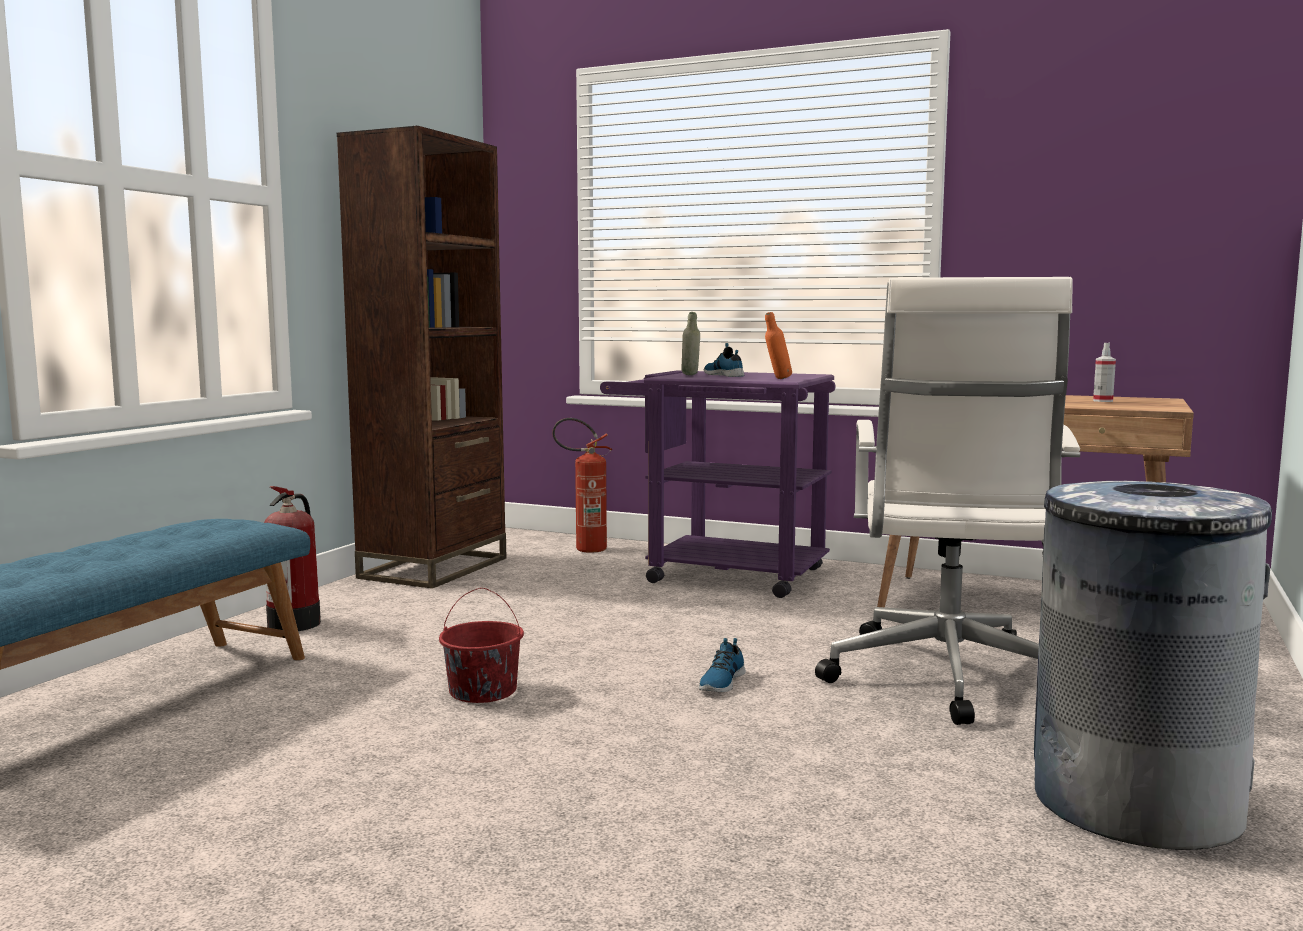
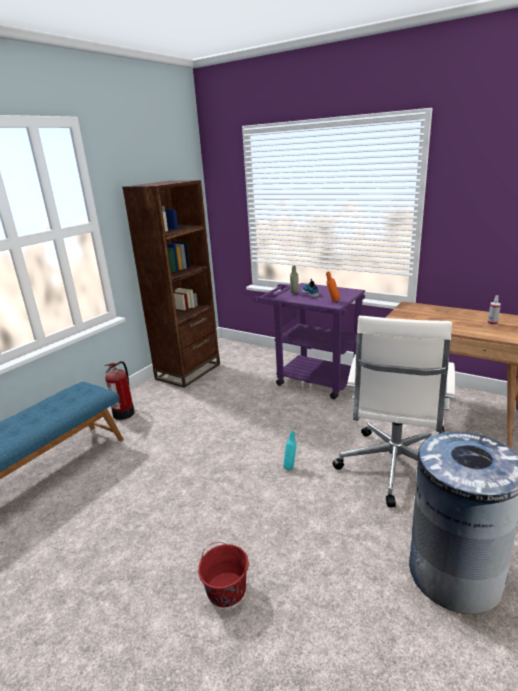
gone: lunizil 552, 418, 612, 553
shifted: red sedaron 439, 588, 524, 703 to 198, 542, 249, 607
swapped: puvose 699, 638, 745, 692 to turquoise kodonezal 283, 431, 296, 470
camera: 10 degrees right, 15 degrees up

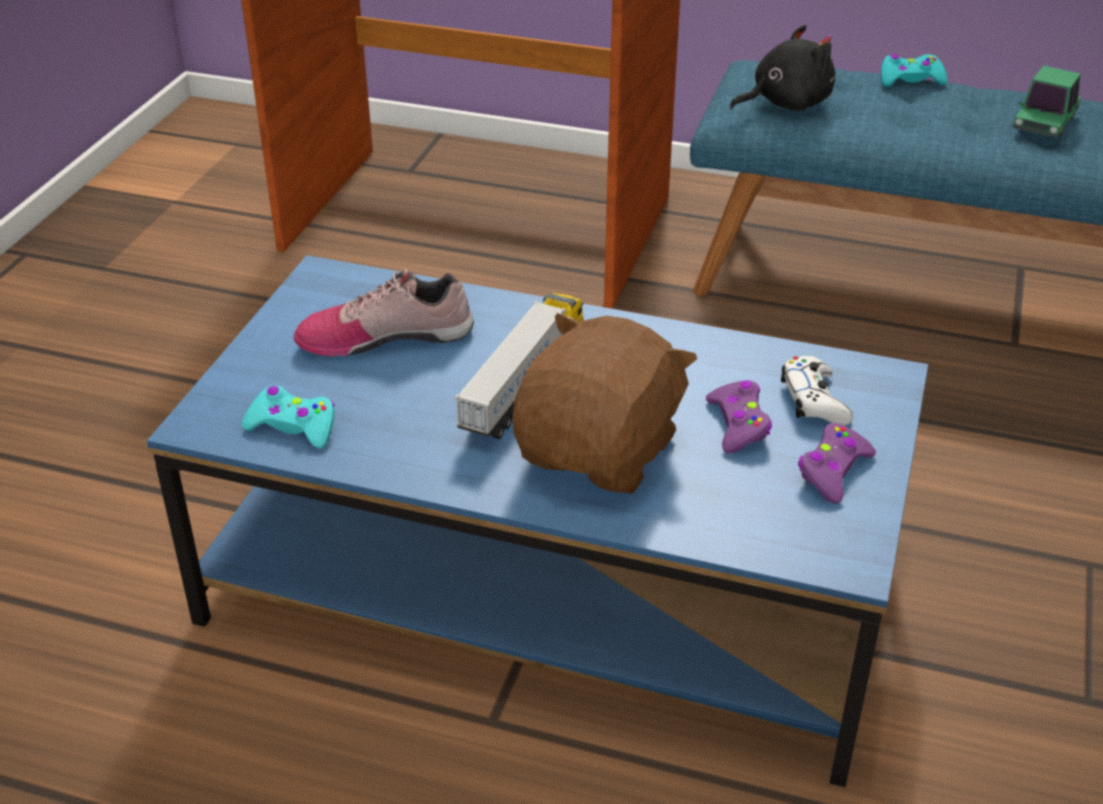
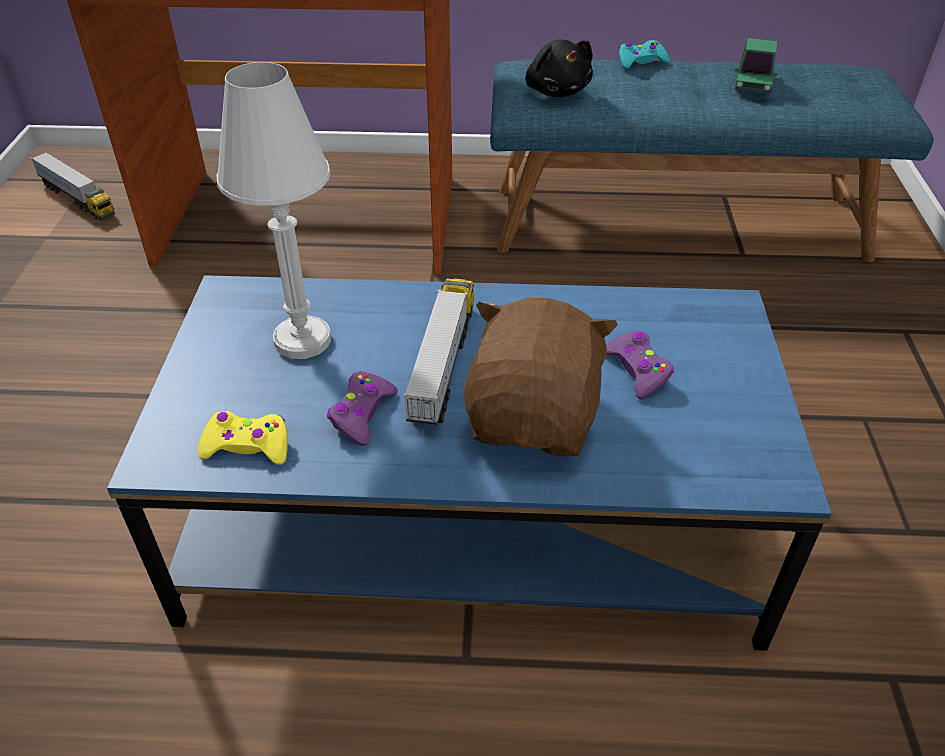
gone: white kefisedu 781, 356, 853, 425
new: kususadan 31, 152, 115, 220
shifted: purple kefisedu 798, 423, 876, 504 to 327, 371, 398, 446
swapped: puvose 294, 269, 474, 357 to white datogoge 217, 62, 331, 359
repainted: turquoise kefisedu 242, 386, 335, 449 to yellow kefisedu 198, 411, 288, 465
rotated: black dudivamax 729, 25, 835, 111 = 525, 39, 593, 97 105 degrees clockwise
camera: 15 degrees left, 5 degrees up

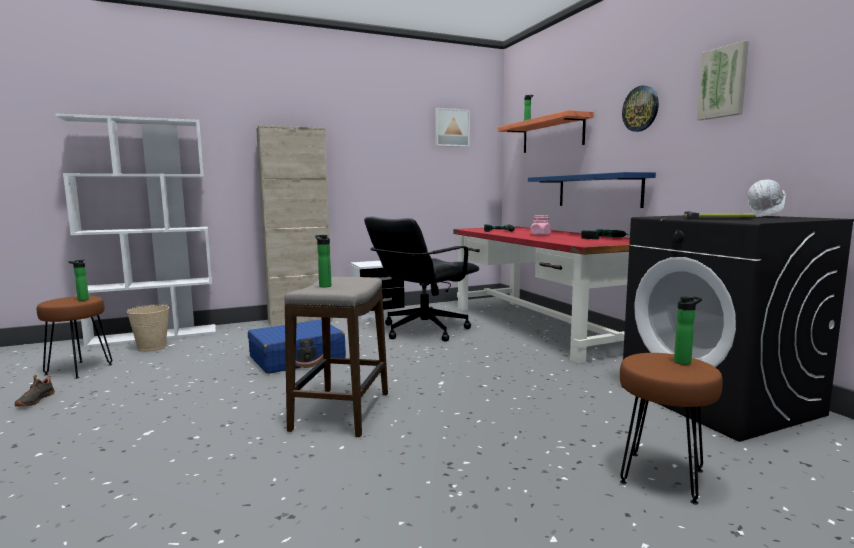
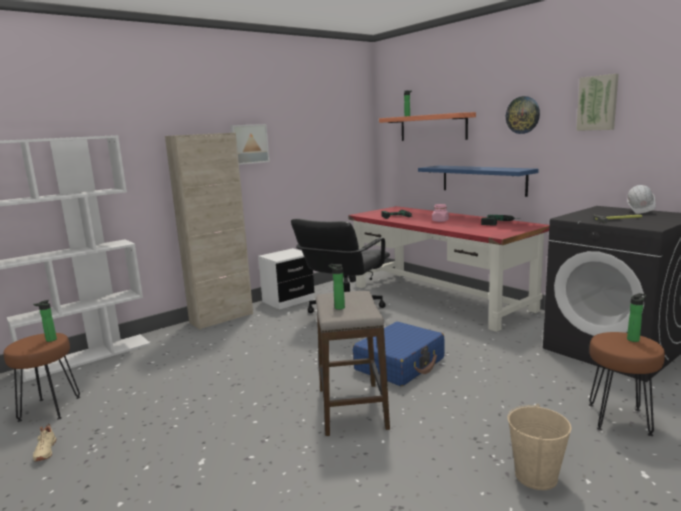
shifted: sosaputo 435, 108, 470, 147 to 230, 124, 270, 165; beige sedaron 127, 304, 169, 352 to 507, 404, 571, 490; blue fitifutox 248, 320, 346, 374 to 353, 322, 445, 386
repainted: black puvose 15, 375, 55, 407 to beige puvose 33, 424, 56, 461
camera: 15 degrees left, 5 degrees up

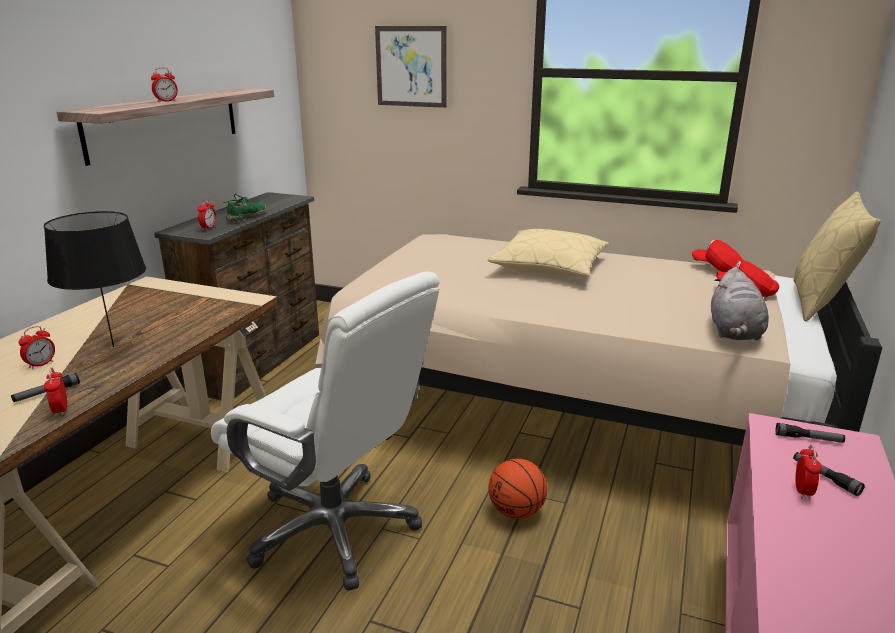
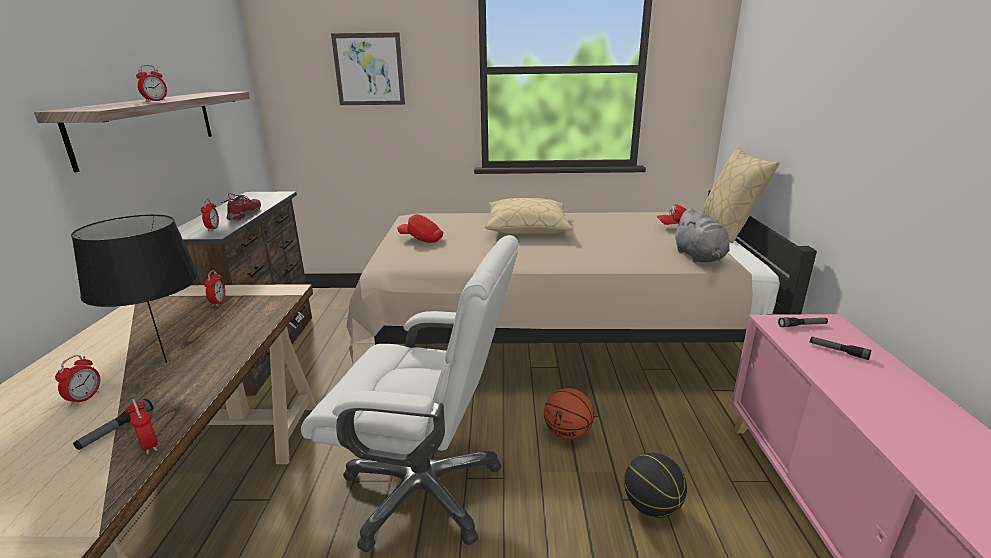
new: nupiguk 624, 453, 687, 518
shifted: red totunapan 692, 240, 743, 272 to 397, 214, 443, 243; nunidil 796, 445, 822, 500 to 204, 270, 225, 307
repainted: green puvose 224, 194, 266, 223 to red puvose 221, 193, 261, 221
camera: 20 degrees left, 0 degrees up

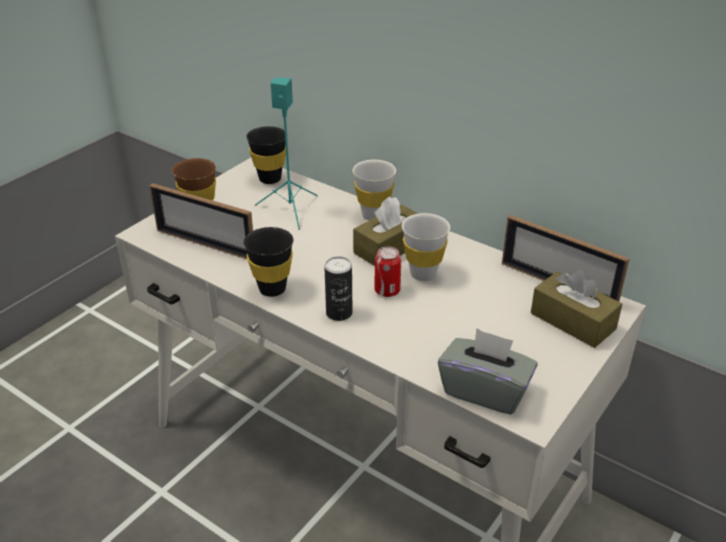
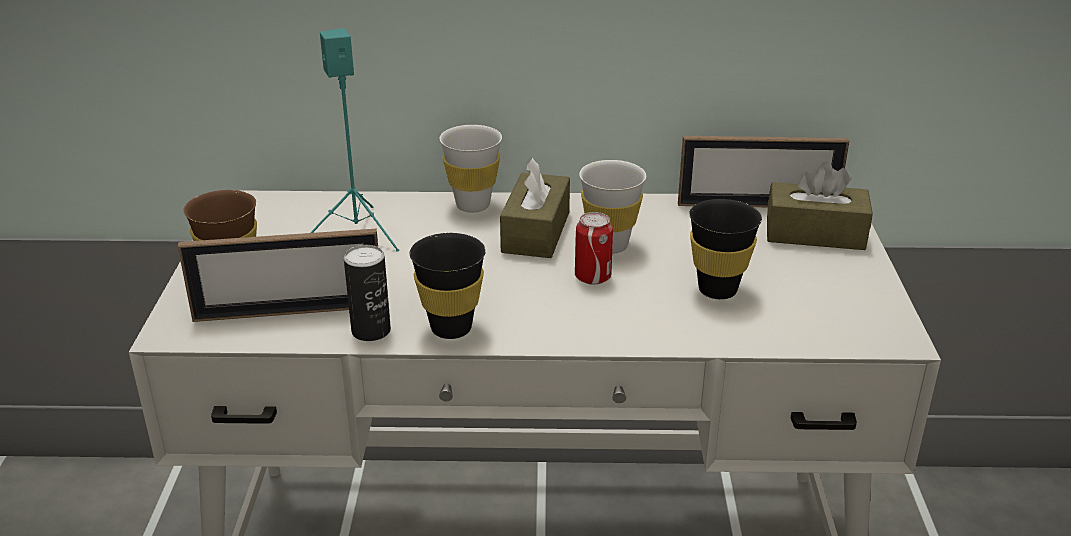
gone: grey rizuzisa 438, 328, 538, 415
shifted: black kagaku 246, 126, 286, 184 to 689, 199, 762, 299; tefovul 324, 256, 352, 321 to 344, 245, 391, 341
camera: 35 degrees left, 5 degrees down

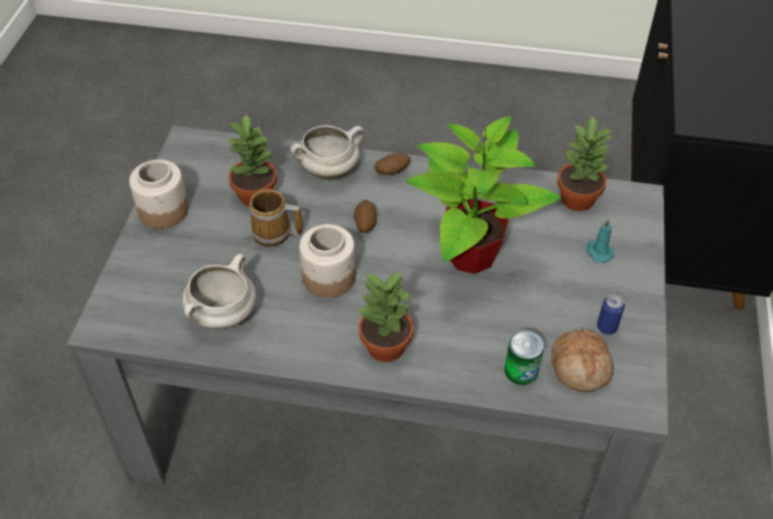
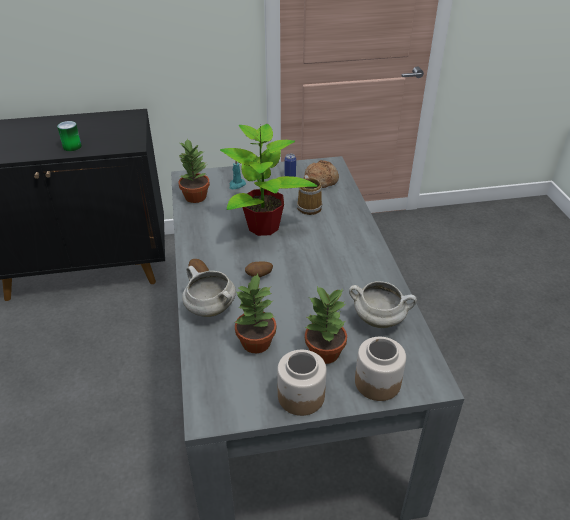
shifted: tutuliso 249, 189, 303, 247 to 297, 175, 322, 215; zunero 299, 224, 356, 298 to 355, 337, 406, 401; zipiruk 358, 272, 414, 362 to 305, 286, 347, 364; tefovul 504, 330, 544, 385 to 57, 121, 82, 151
camera: 110 degrees left, 10 degrees down

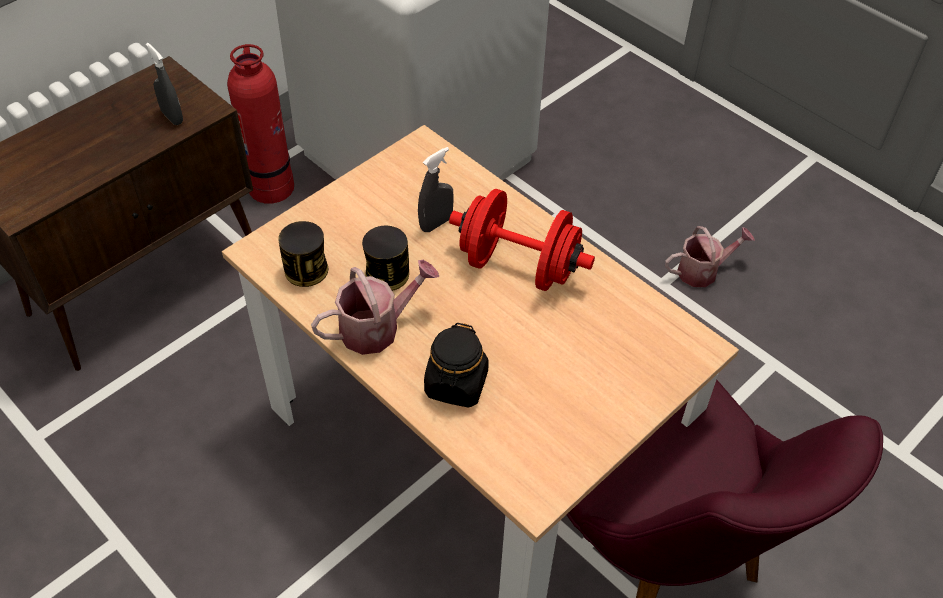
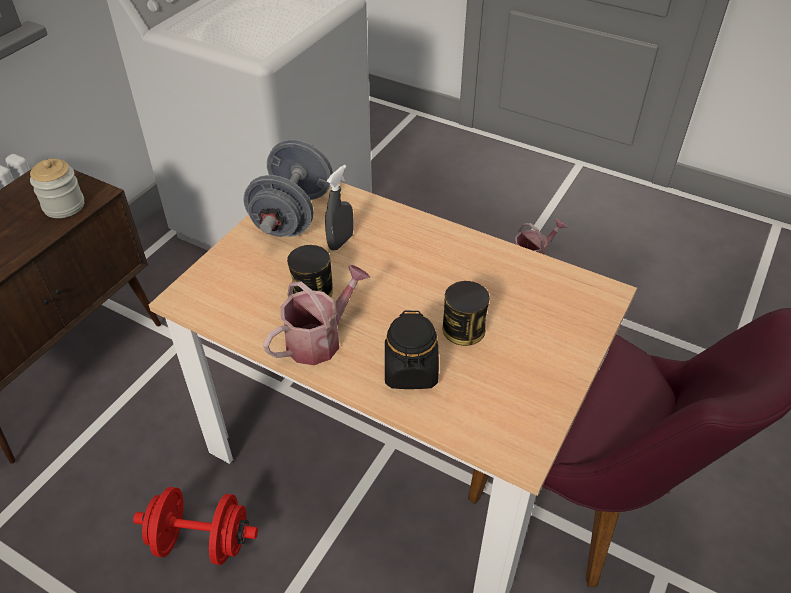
gone: lunizil 227, 44, 294, 204
new: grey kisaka 243, 140, 333, 237
shifted: red kisaka 449, 189, 595, 291 to 133, 487, 258, 565; tefovul 278, 221, 328, 287 to 443, 281, 490, 346
swapped: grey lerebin 146, 43, 183, 125 to zunero 30, 159, 84, 218
camera: 15 degrees left, 5 degrees down

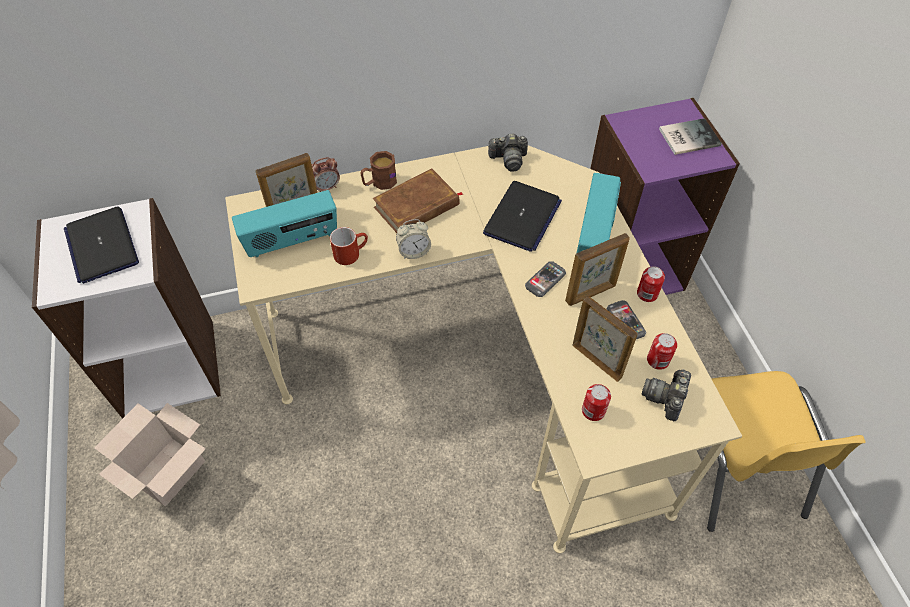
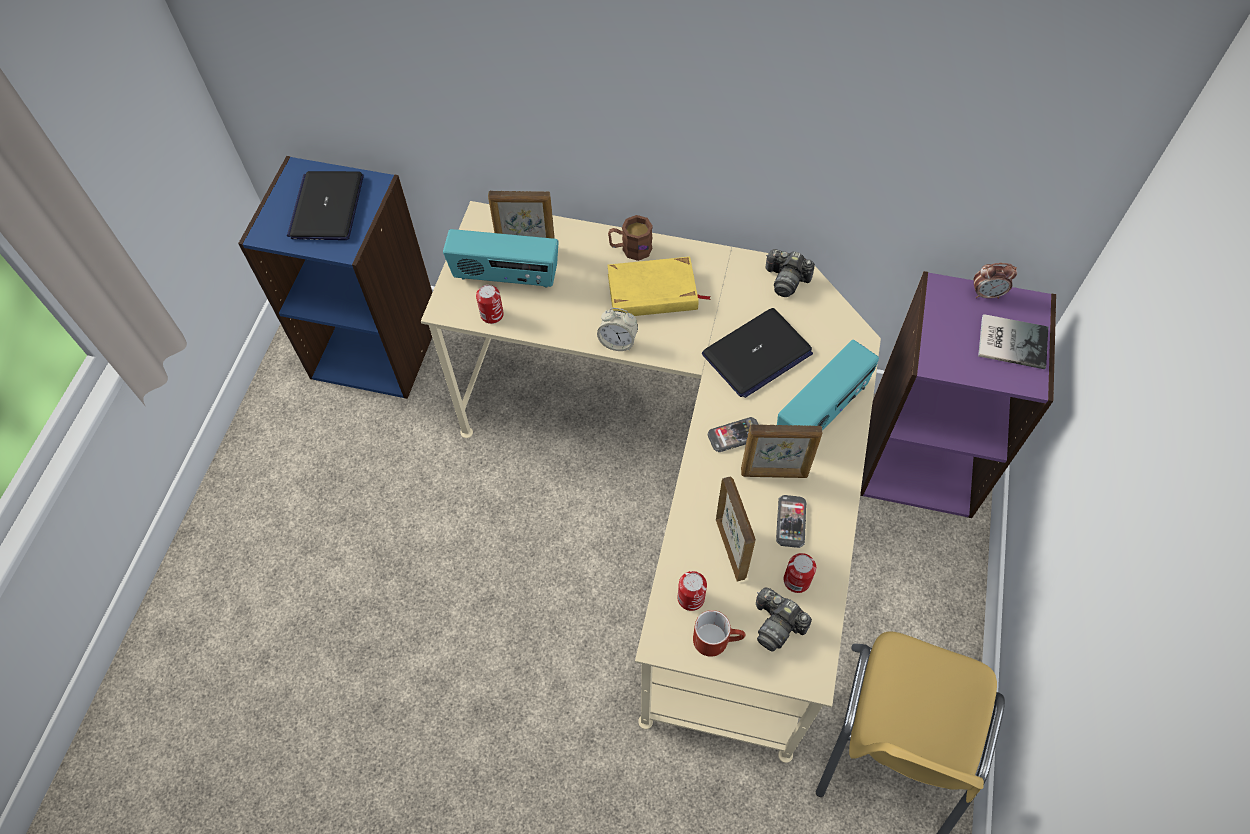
gone: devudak 94, 403, 206, 506
shifted: nunidil 312, 157, 340, 192 to 974, 263, 1017, 299; red tutuliso 330, 227, 368, 265 to 693, 610, 745, 657; tefovul 637, 266, 665, 302 to 476, 285, 504, 324
repainted: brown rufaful 373, 169, 463, 233 to yellow rufaful 607, 257, 711, 316; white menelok 32, 198, 221, 419 to blue menelok 238, 156, 432, 399
rotated: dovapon 642, 369, 691, 421 = 756, 588, 812, 652 105 degrees counterclockwise
camera: 30 degrees right, 5 degrees up

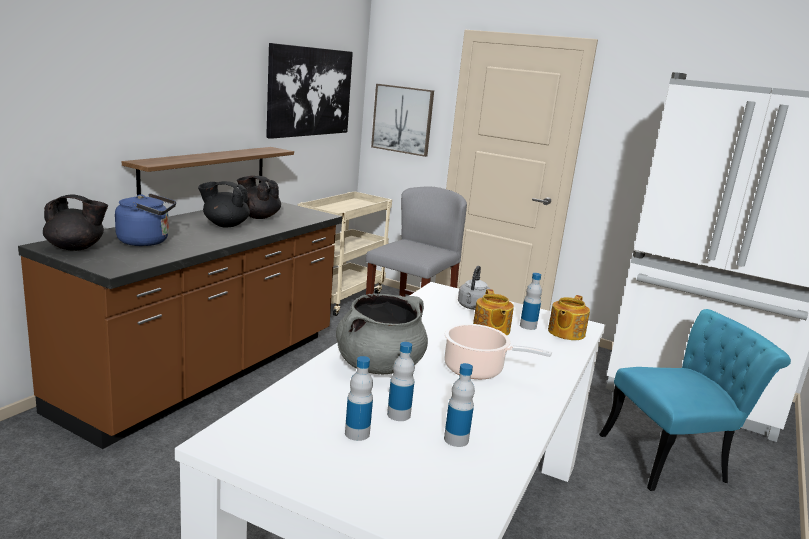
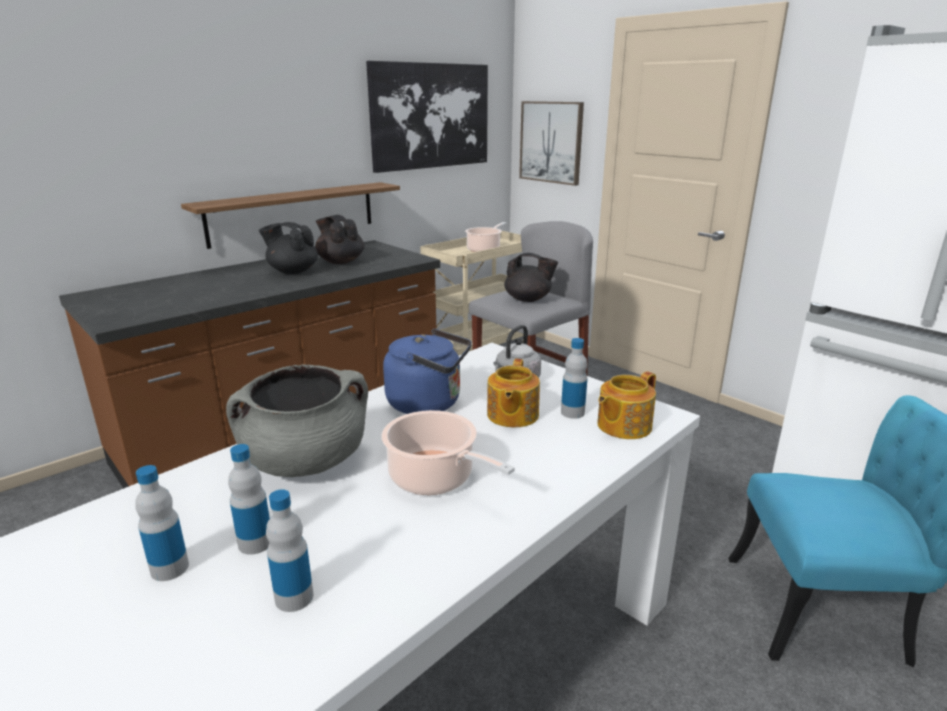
new: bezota 465, 222, 506, 252
shifted: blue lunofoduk 115, 193, 176, 246 to 383, 329, 472, 414; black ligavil 43, 195, 108, 251 to 504, 253, 558, 302
camera: 20 degrees right, 5 degrees up

